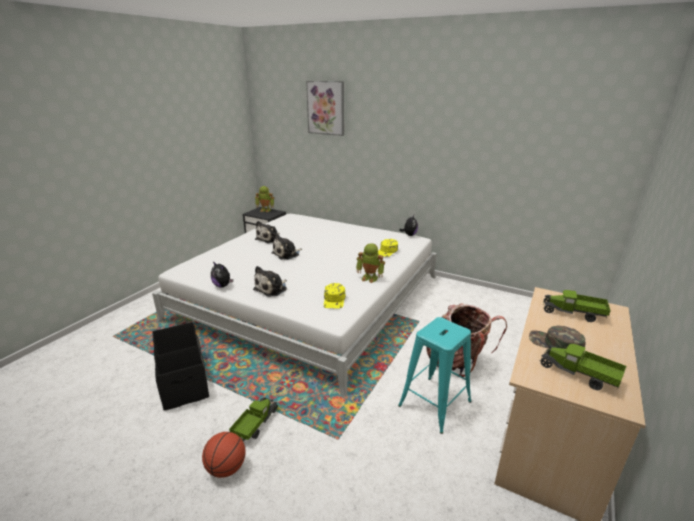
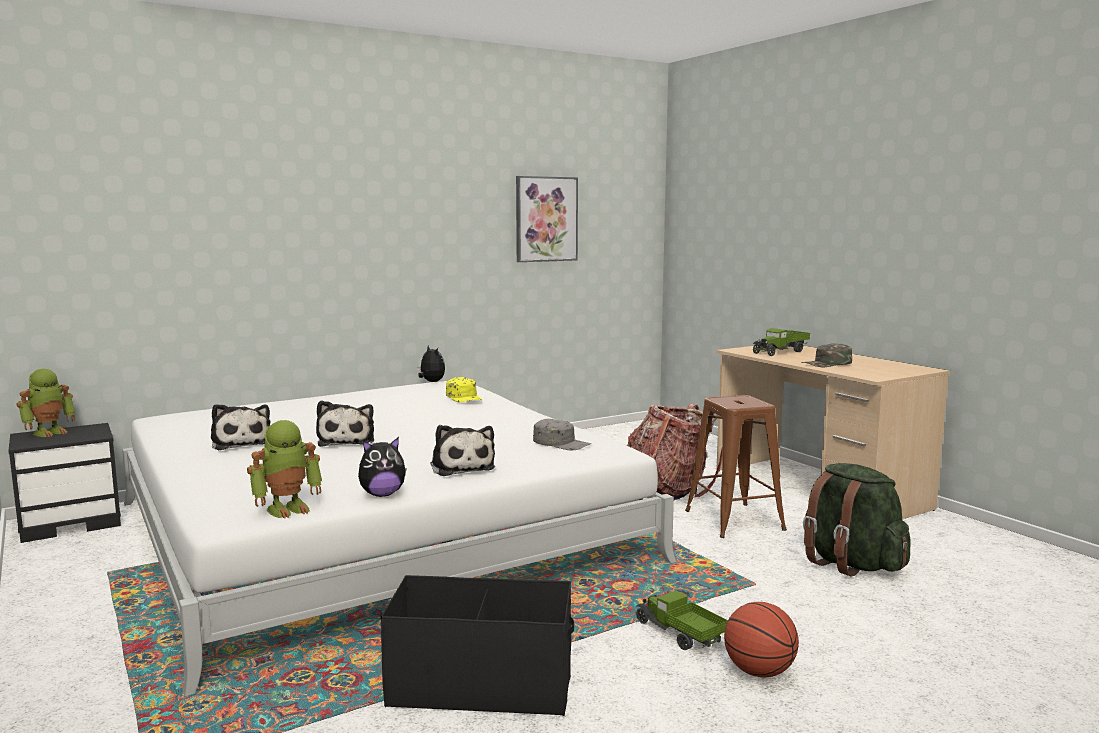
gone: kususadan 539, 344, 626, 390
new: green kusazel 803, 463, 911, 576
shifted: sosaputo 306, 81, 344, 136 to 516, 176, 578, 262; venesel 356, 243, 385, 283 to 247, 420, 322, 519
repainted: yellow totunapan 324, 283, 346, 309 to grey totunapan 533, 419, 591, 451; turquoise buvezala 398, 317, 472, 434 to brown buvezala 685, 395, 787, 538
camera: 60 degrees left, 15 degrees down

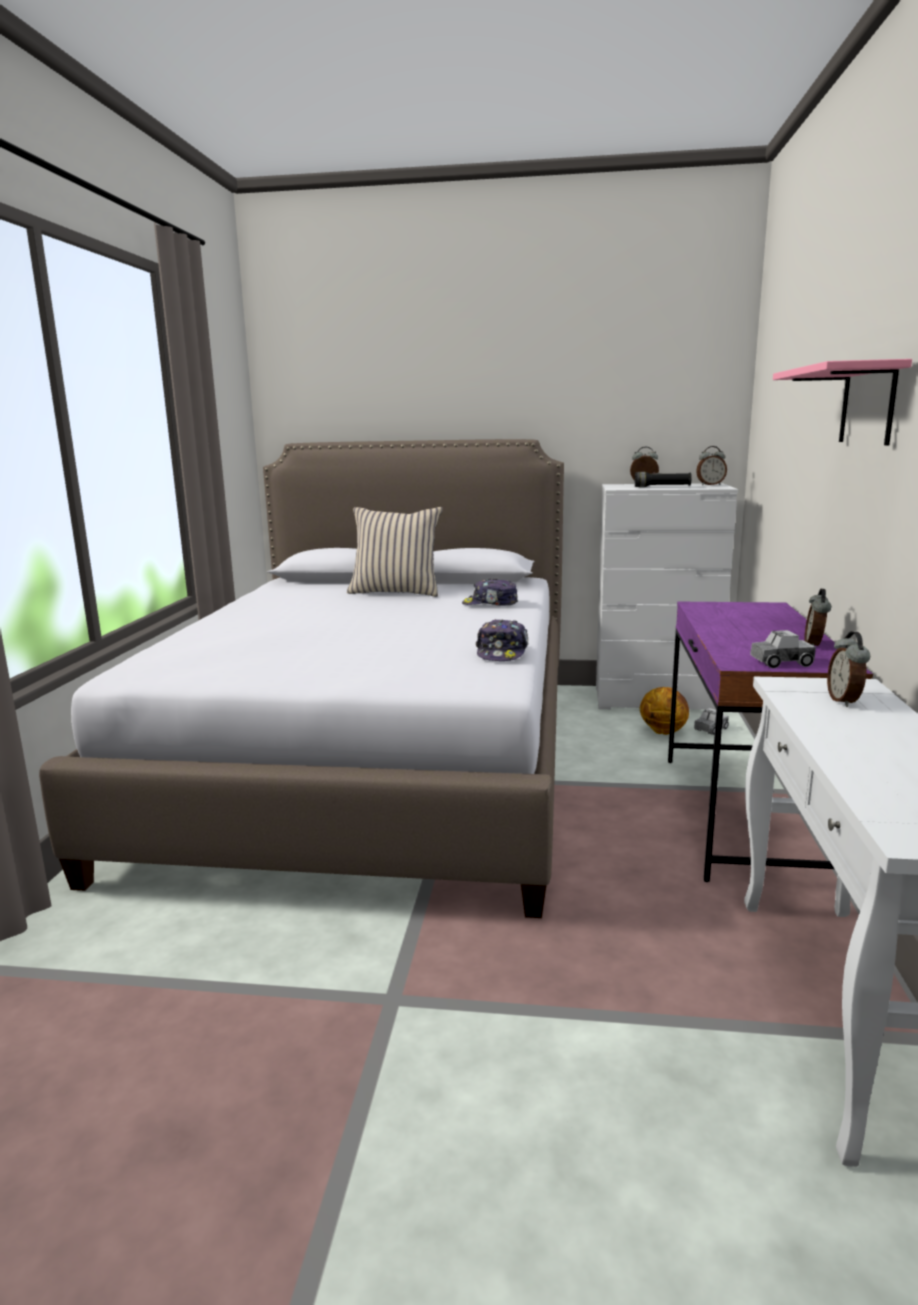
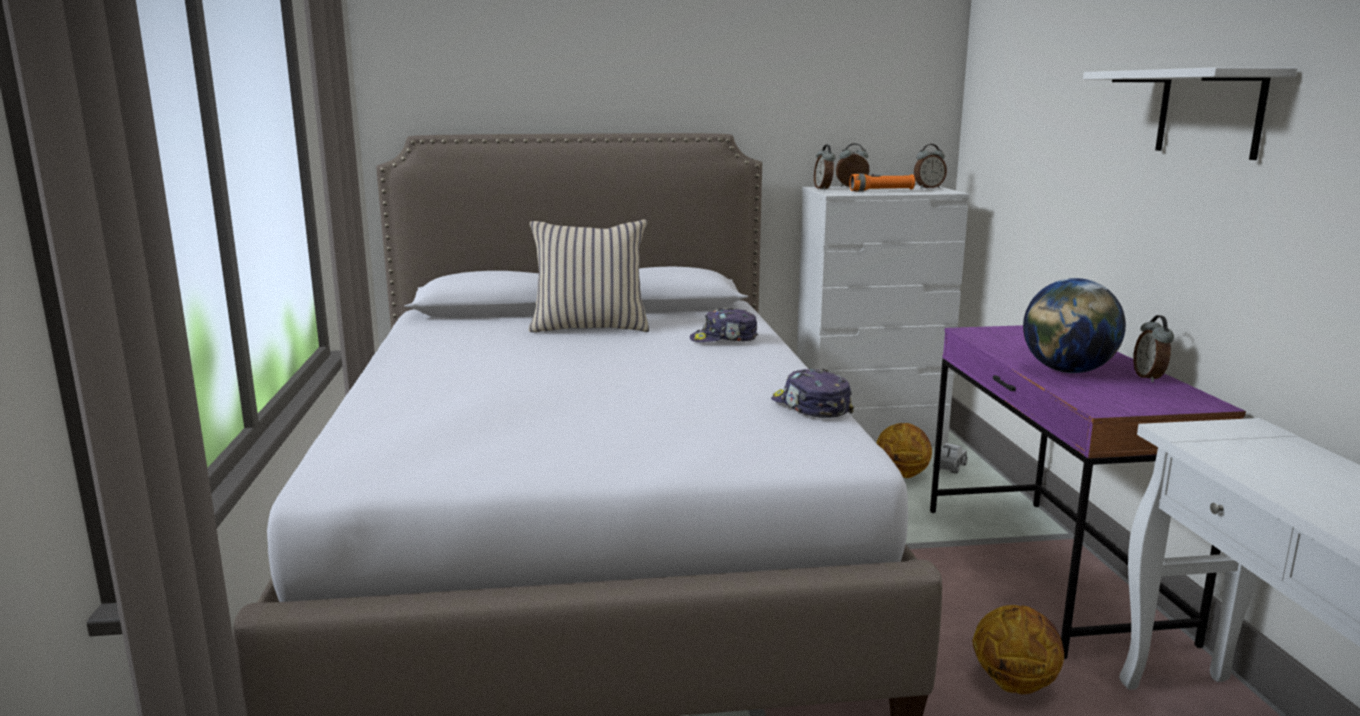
gone: kususadan 750, 630, 816, 668
new: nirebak 1023, 278, 1126, 373; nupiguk 973, 605, 1064, 694
shifted: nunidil 827, 631, 870, 707 to 814, 144, 835, 190
repainted: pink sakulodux 773, 359, 912, 445 to white sakulodux 1083, 67, 1297, 160; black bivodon 635, 472, 692, 487 to orange bivodon 850, 173, 915, 192
rotated: totunapan 476, 619, 529, 661 = 771, 369, 854, 418 150 degrees clockwise
camera: 15 degrees left, 0 degrees up

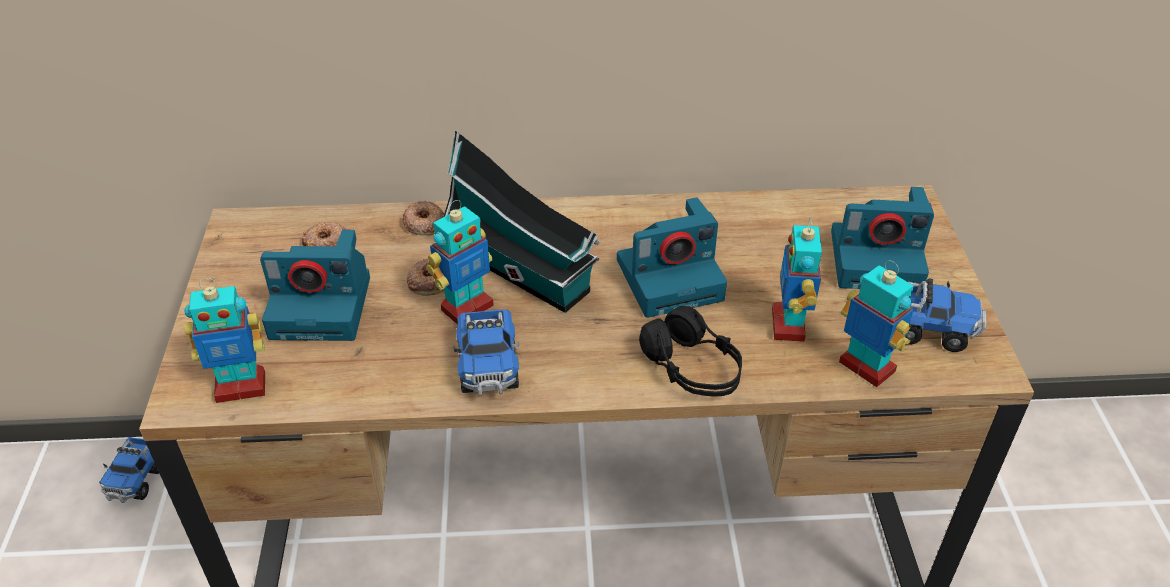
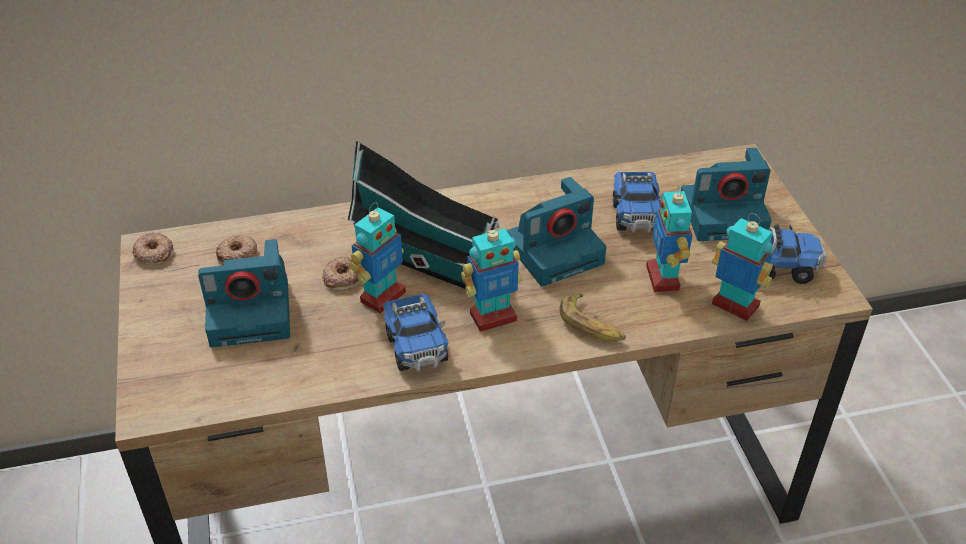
shifted: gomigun 402, 200, 444, 235 to 132, 232, 174, 265; venesel 184, 278, 265, 403 to 461, 222, 523, 332; kususadan 99, 437, 159, 503 to 613, 172, 663, 232
swapped: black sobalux 639, 306, 742, 397 to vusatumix 559, 294, 626, 341
camera: 10 degrees left, 0 degrees up

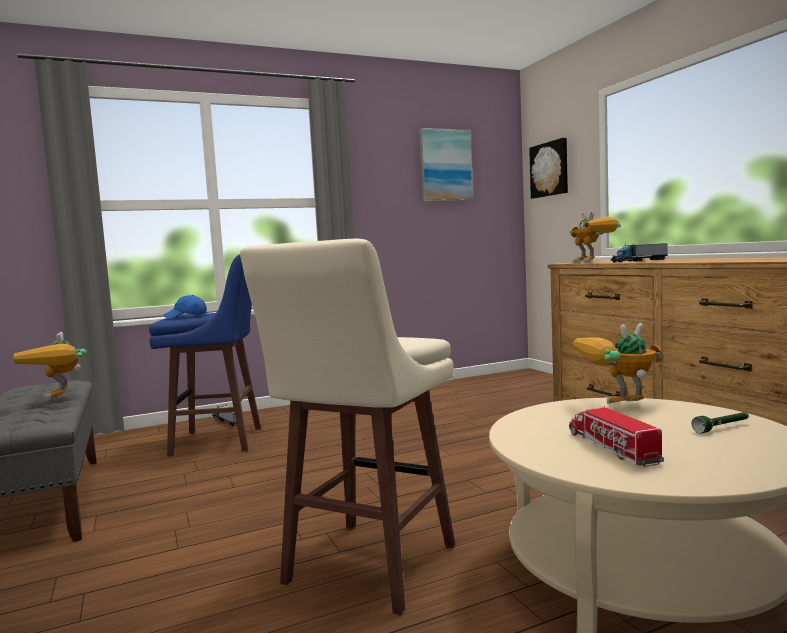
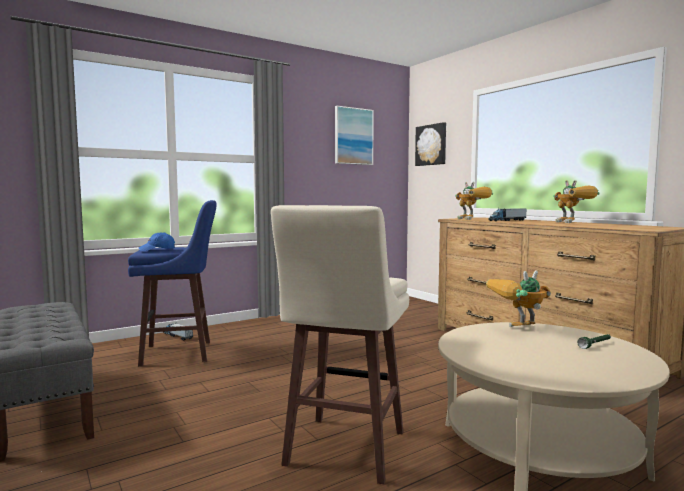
gone: kususadan 569, 406, 664, 467
shifted: venesel 13, 332, 87, 401 to 553, 180, 600, 223
camera: 10 degrees left, 0 degrees up

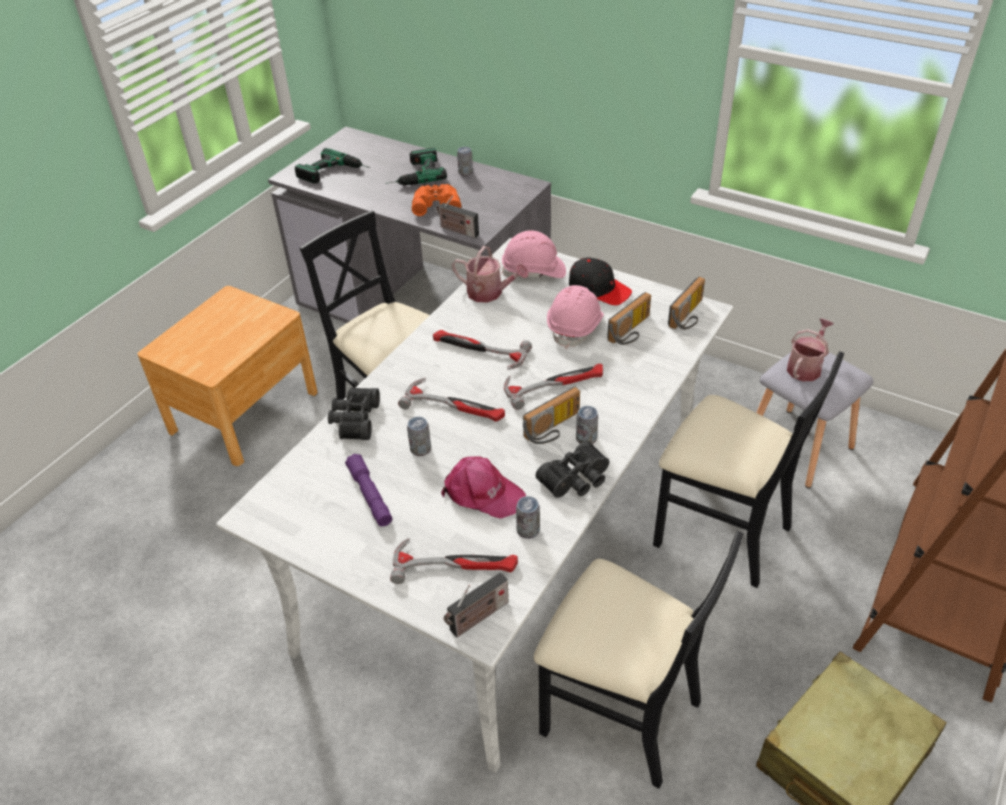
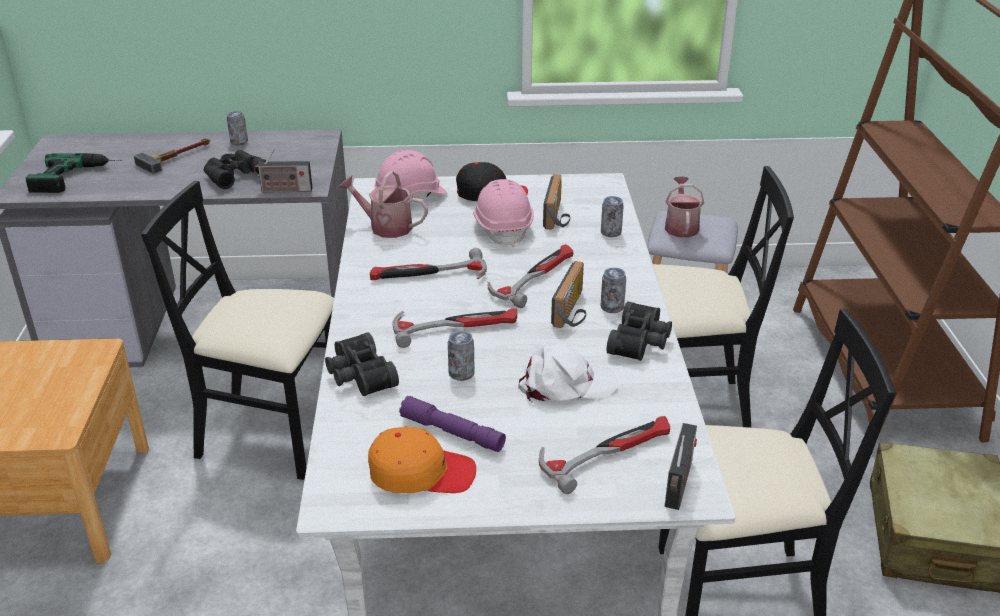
gone: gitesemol 668, 277, 705, 330
new: orange totunapan 368, 427, 476, 493
shifted: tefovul 516, 496, 540, 539 to 601, 196, 624, 237
swapped: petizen 386, 147, 447, 185 to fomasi 134, 138, 210, 174
repainted: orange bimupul 412, 184, 461, 216 to black bimupul 204, 150, 267, 189; pink totunapan 441, 456, 526, 519 to white totunapan 518, 343, 618, 403
rotated: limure 452, 246, 529, 303 = 338, 171, 428, 238 150 degrees counterclockwise
camera: 35 degrees left, 10 degrees down

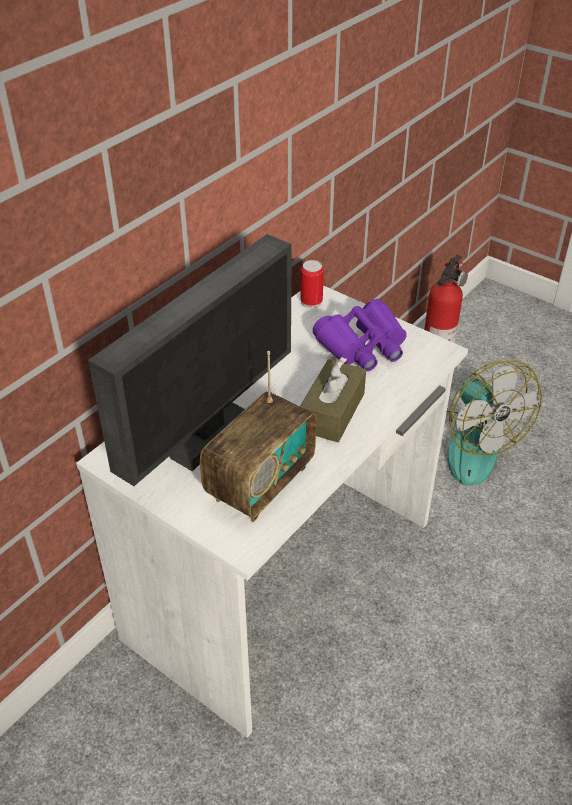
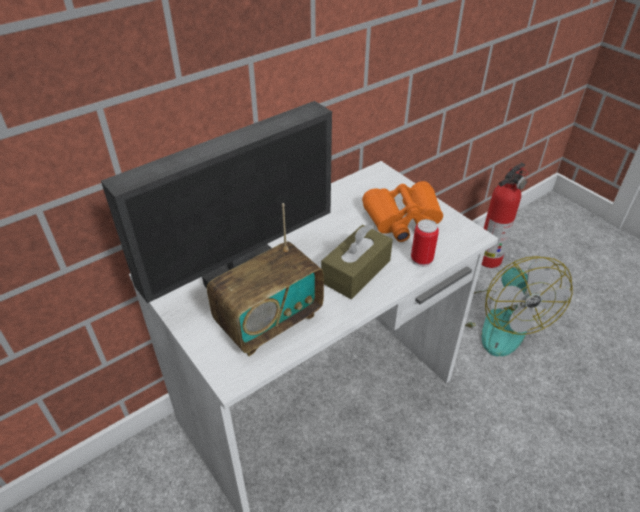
shifted: tefovul 300, 260, 324, 309 to 411, 219, 439, 267
repainted: purple bimupul 313, 299, 407, 371 to orange bimupul 362, 181, 443, 242
camera: 15 degrees right, 0 degrees up

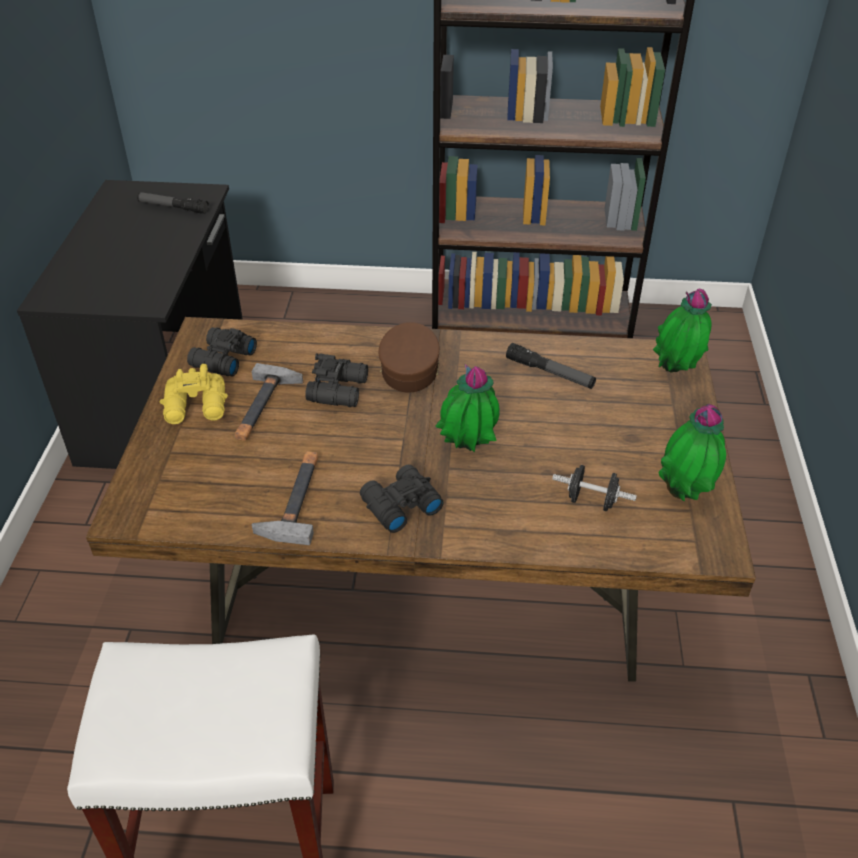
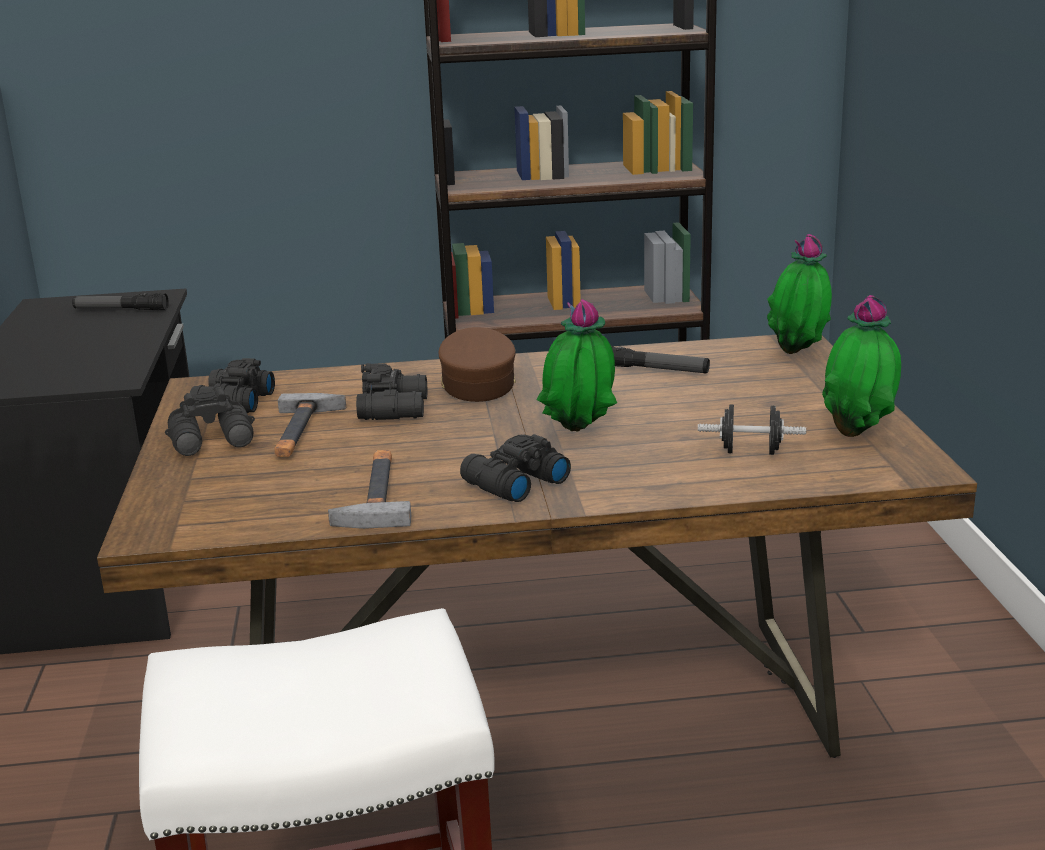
repainted: yellow bimupul 160, 364, 228, 424 to black bimupul 165, 385, 255, 456
camera: 10 degrees left, 20 degrees down

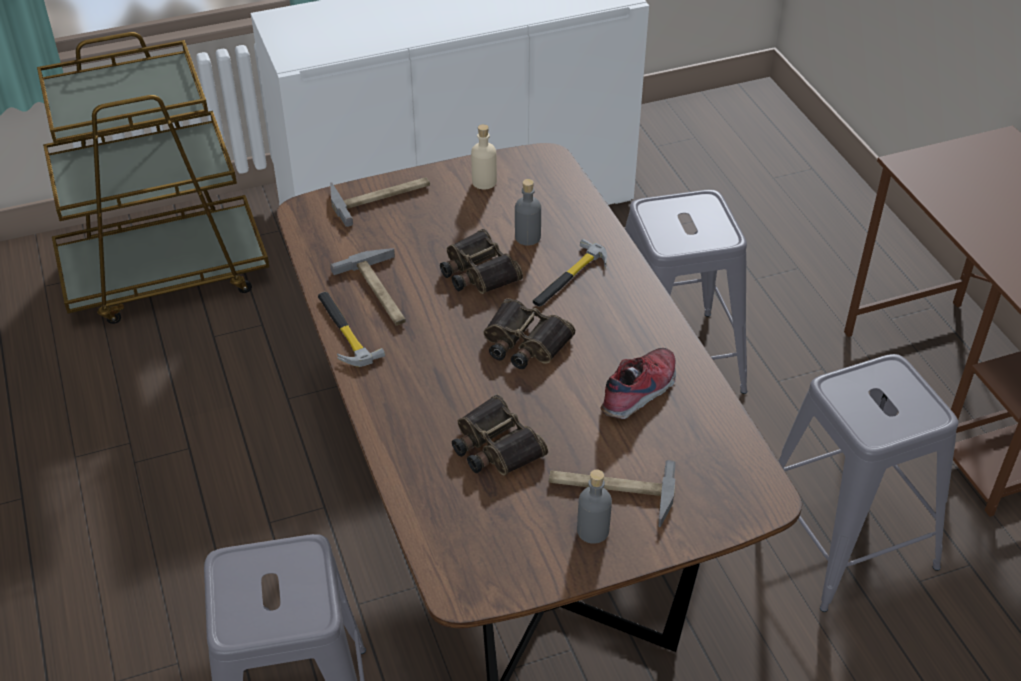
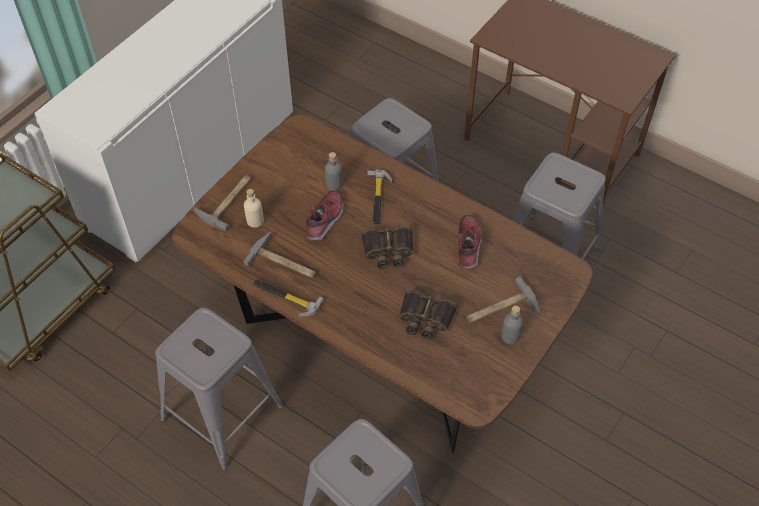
new: grey buvezala 155, 307, 283, 470
shifted: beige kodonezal 471, 124, 497, 189 to 244, 189, 264, 227
swapped: bimupul 440, 229, 523, 294 to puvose 306, 191, 344, 241
camera: 35 degrees left, 10 degrees up

